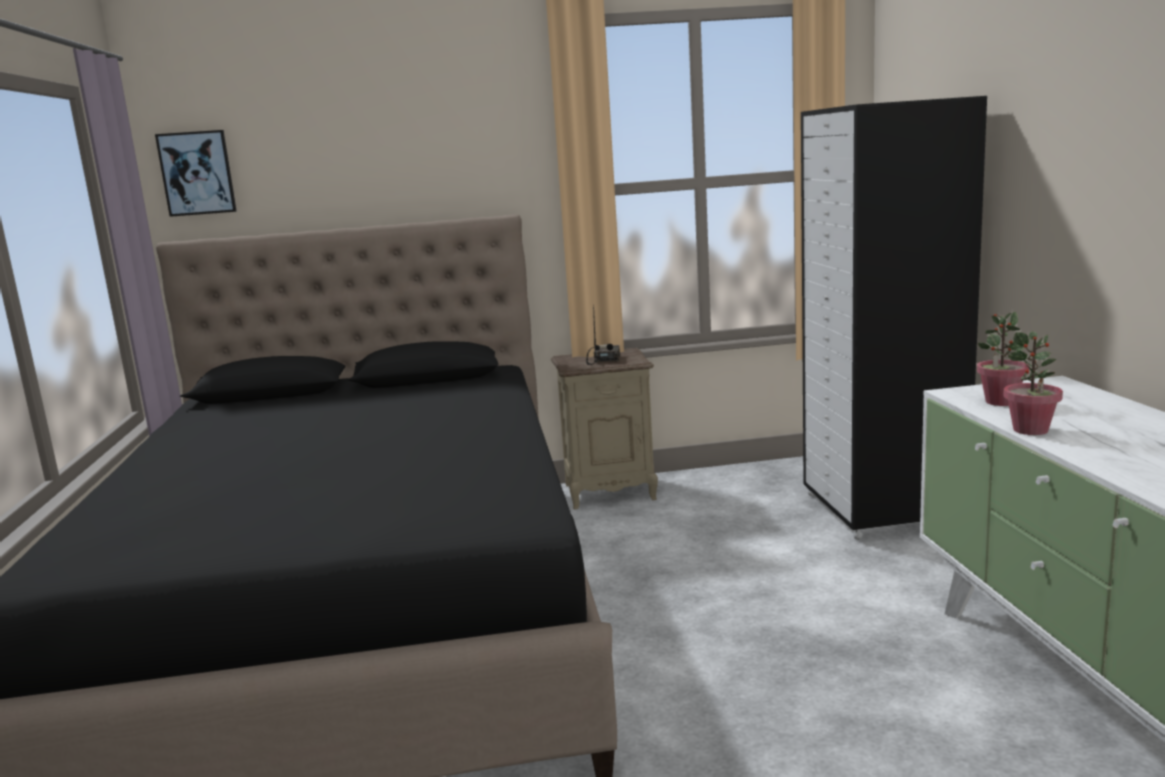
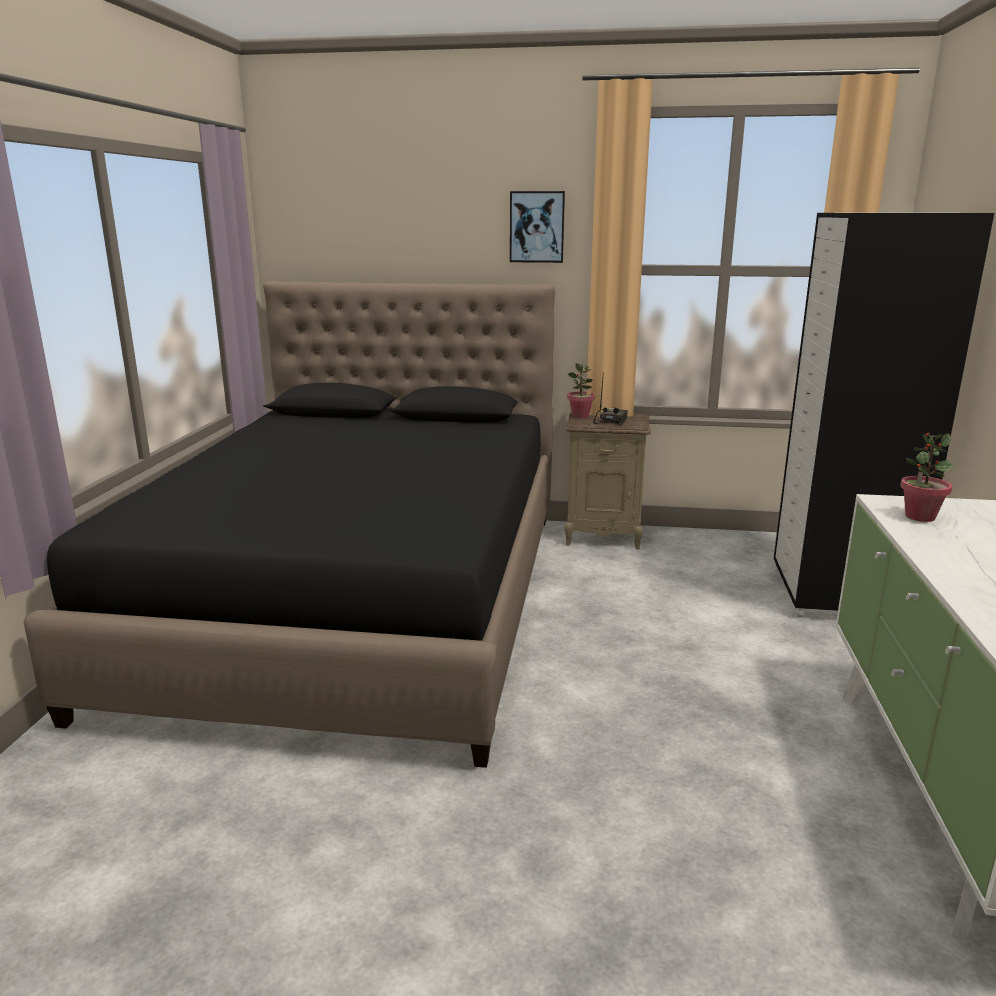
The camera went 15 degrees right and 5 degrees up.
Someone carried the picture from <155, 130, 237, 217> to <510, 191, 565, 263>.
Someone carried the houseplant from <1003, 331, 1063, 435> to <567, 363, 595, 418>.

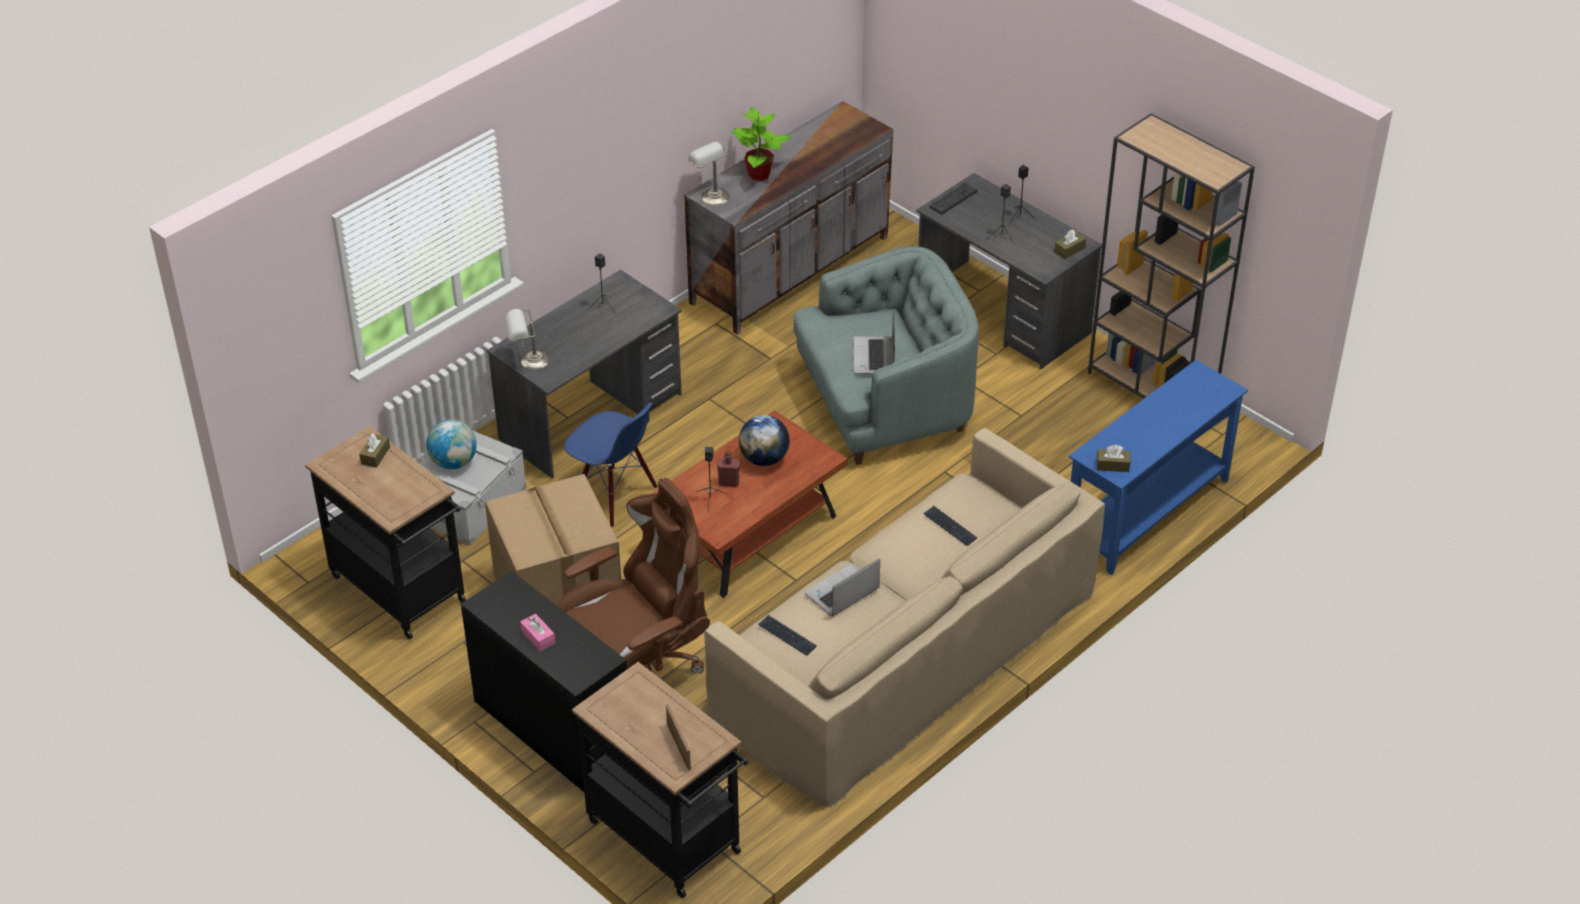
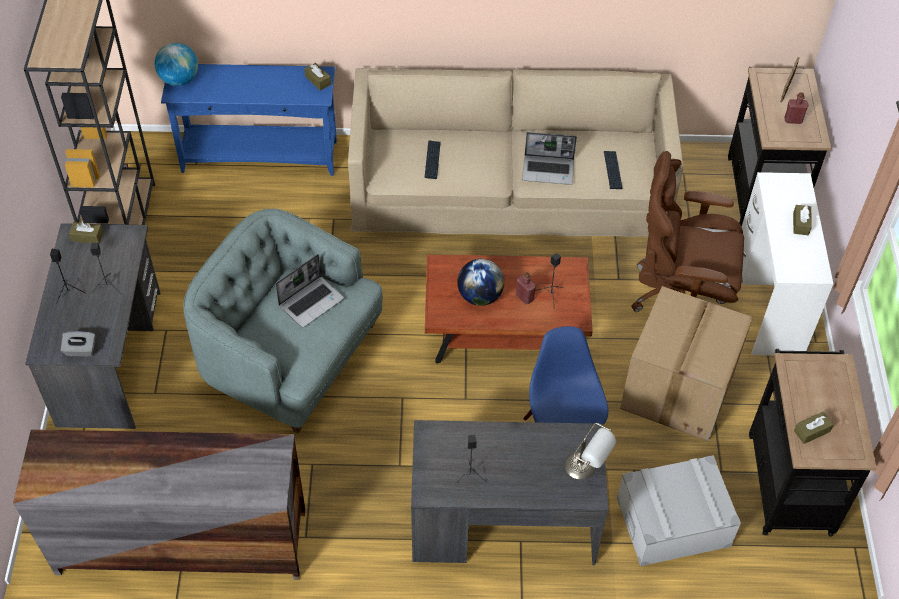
The camera went 135 degrees left and 10 degrees up.
Someone took away the houseplant at <731, 107, 792, 181>.
Someone took away the table lamp in whitish at <688, 142, 730, 205>.
Someone swapped the computer keyboard at <929, 183, 978, 215> for the box of tissues in greyish at <61, 331, 95, 357>.
Someone carried the world globe from <426, 420, 477, 470> to <155, 43, 198, 86>.
Someone repainted the desk in black at <461, 571, 627, 792>, which became the desk in whitish at <742, 172, 833, 355>.
Someone repainted the box of tissues in pink at <520, 614, 555, 652>, which became the box of tissues in brown at <793, 205, 812, 236>.
Someone put down the bottle in reddish at <785, 92, 809, 124>.

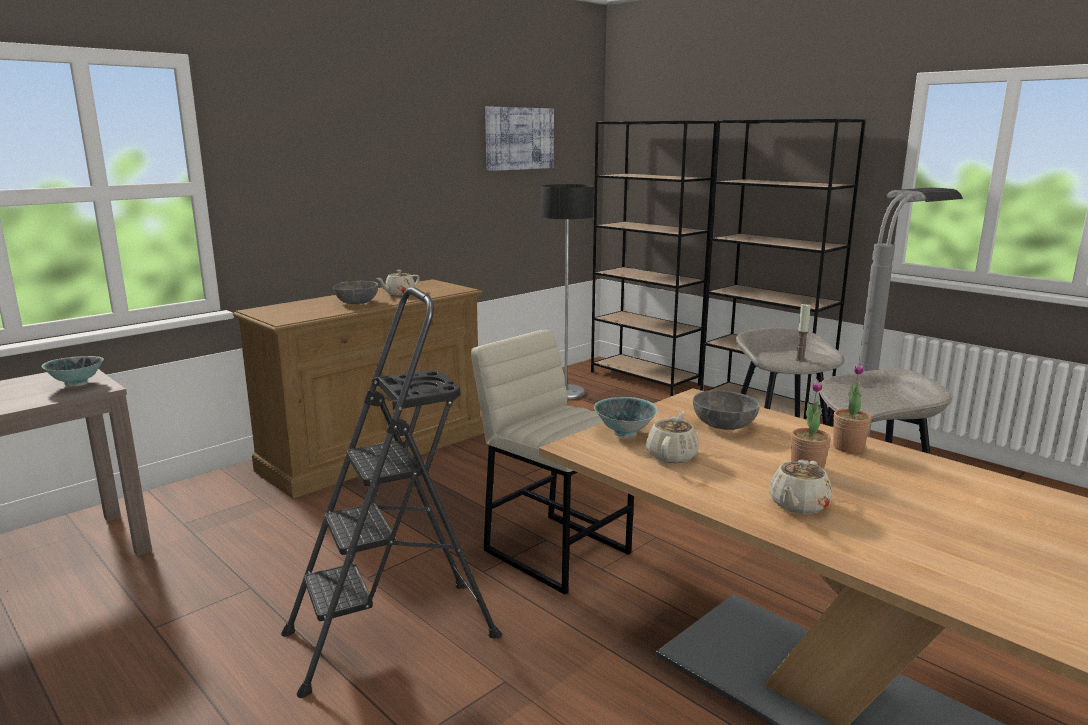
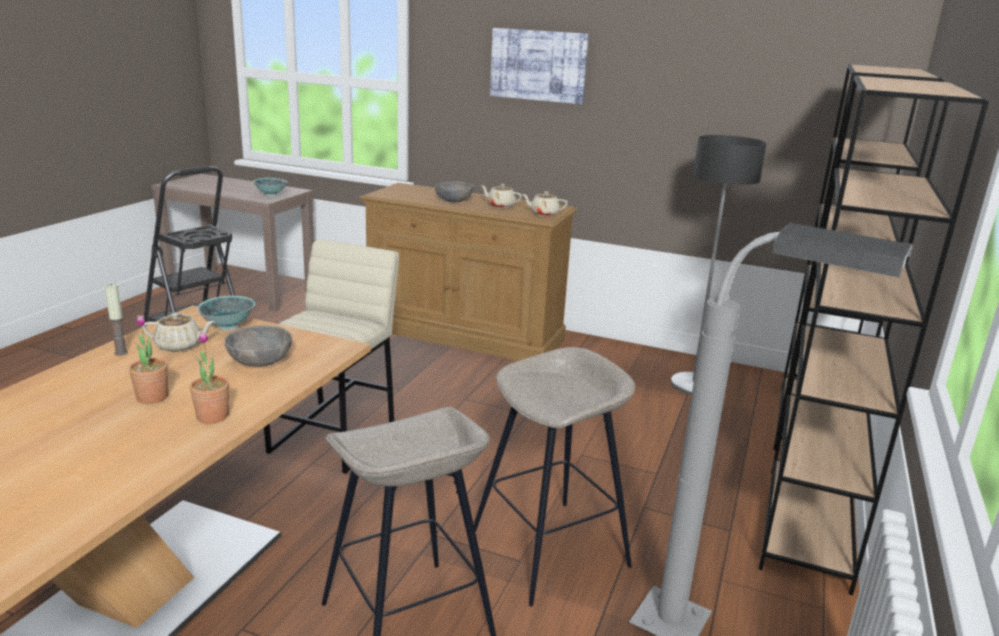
The camera went 65 degrees right and 5 degrees up.
Someone carried the picture from <485, 107, 554, 171> to <490, 28, 589, 104>.
Someone carried the wax candle from <795, 304, 811, 361> to <105, 283, 128, 356>.
Someone carried the teapot in beige from <769, 460, 832, 514> to <522, 191, 568, 216>.

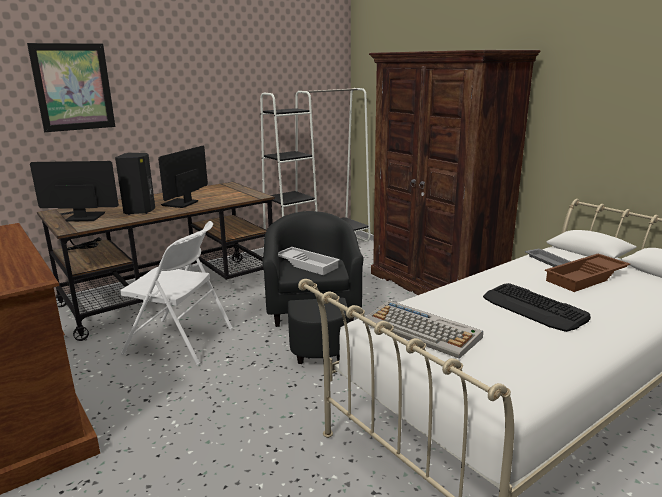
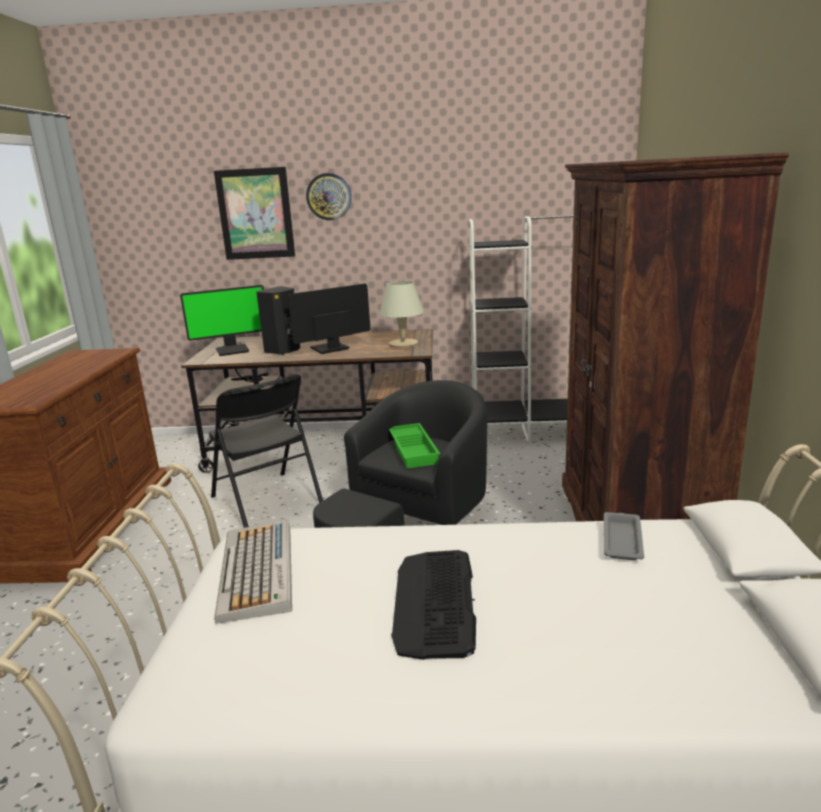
The camera went 40 degrees right and 0 degrees up.
Someone rotated the computer screen at <30, 161, 119, 222> by 120 degrees clockwise.
Someone repainted the chair in whitish at <120, 221, 233, 366>, which became the chair in black at <209, 374, 323, 528>.
Someone repainted the carrying tray in whitish at <278, 247, 340, 275>, which became the carrying tray in green at <389, 423, 440, 468>.
Someone took away the carrying tray in brown at <545, 254, 630, 292>.
Someone put up the hanging clock at <306, 173, 351, 220>.
Someone put down the table lamp in beige at <379, 281, 424, 348>.

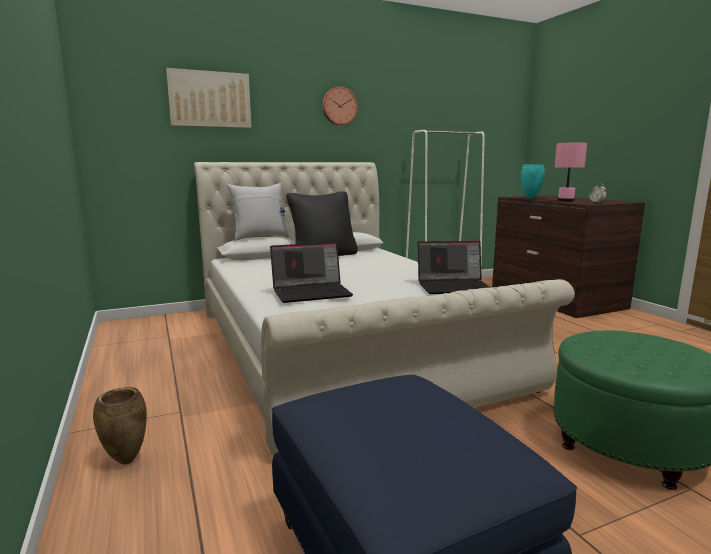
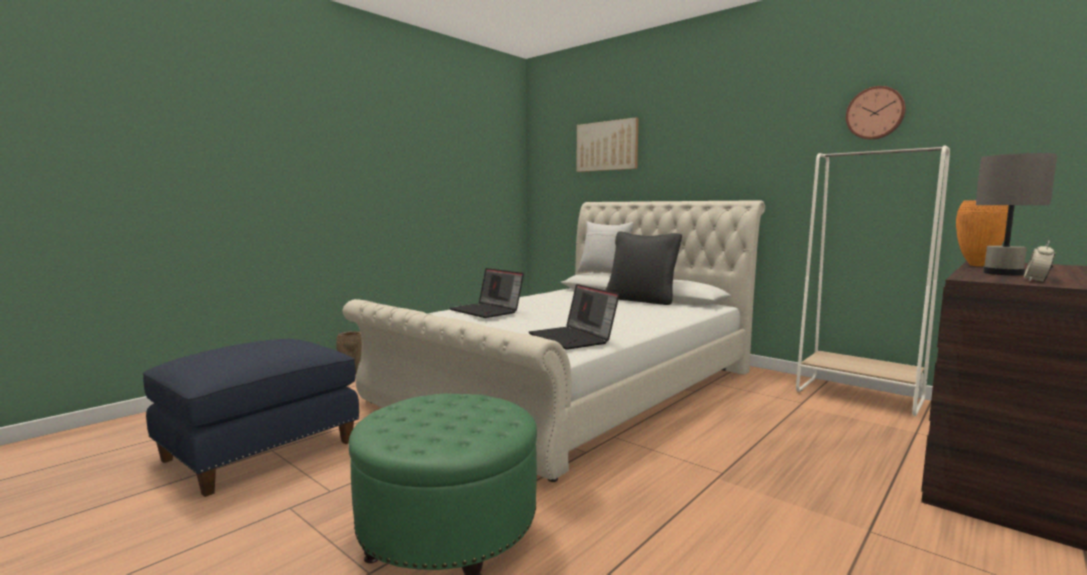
The camera went 65 degrees right and 5 degrees down.
Someone carried the hanging clock from <322, 87, 358, 125> to <846, 86, 906, 140>.
Someone repainted the table lamp in pink at <555, 143, 587, 202>, which became the table lamp in greyish at <976, 153, 1057, 276>.
Someone repainted the flower vase in blue-green at <521, 164, 545, 199>, which became the flower vase in orange at <956, 200, 1009, 266>.

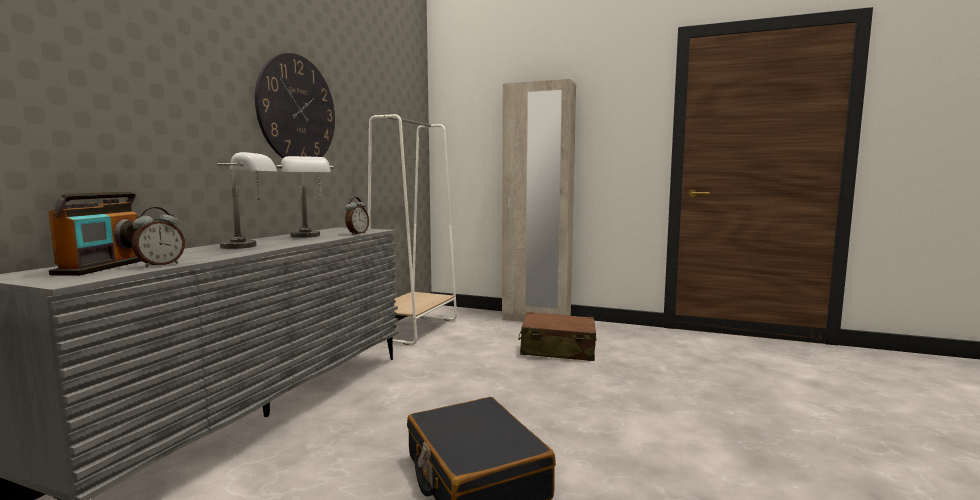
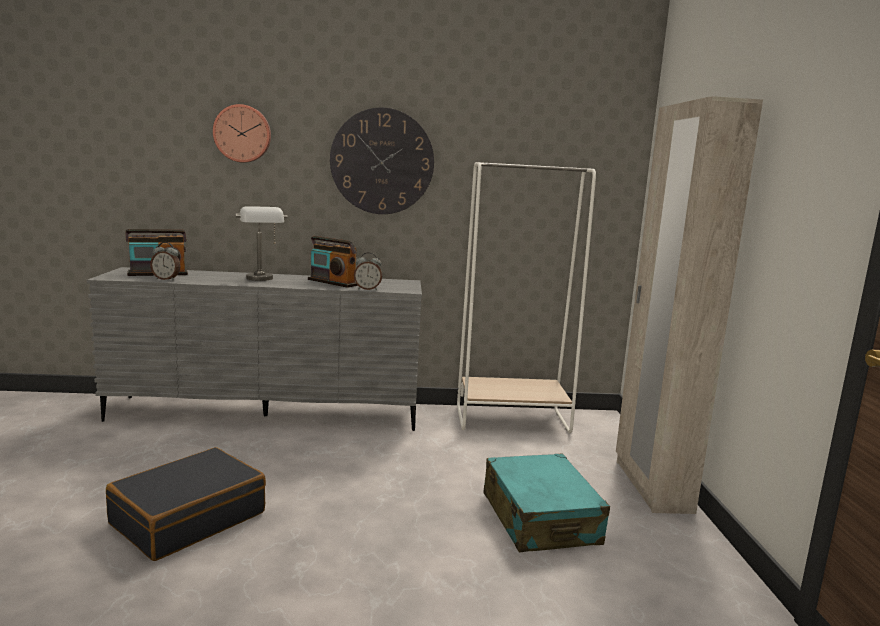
The camera went 65 degrees right and 5 degrees up.
Someone swapped the table lamp in greyish at <276, 156, 334, 238> for the radio receiver at <308, 236, 358, 288>.
Someone repainted the piece of luggage in brown at <519, 312, 597, 361>, which became the piece of luggage in blue-green at <483, 454, 610, 552>.
Someone put up the hanging clock at <213, 104, 271, 163>.

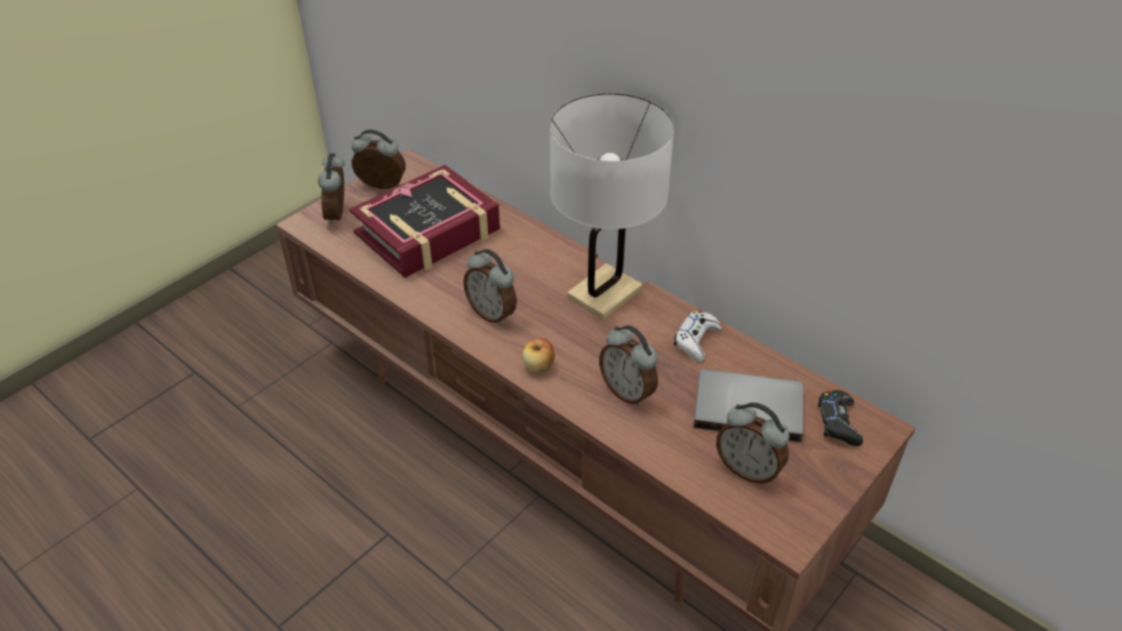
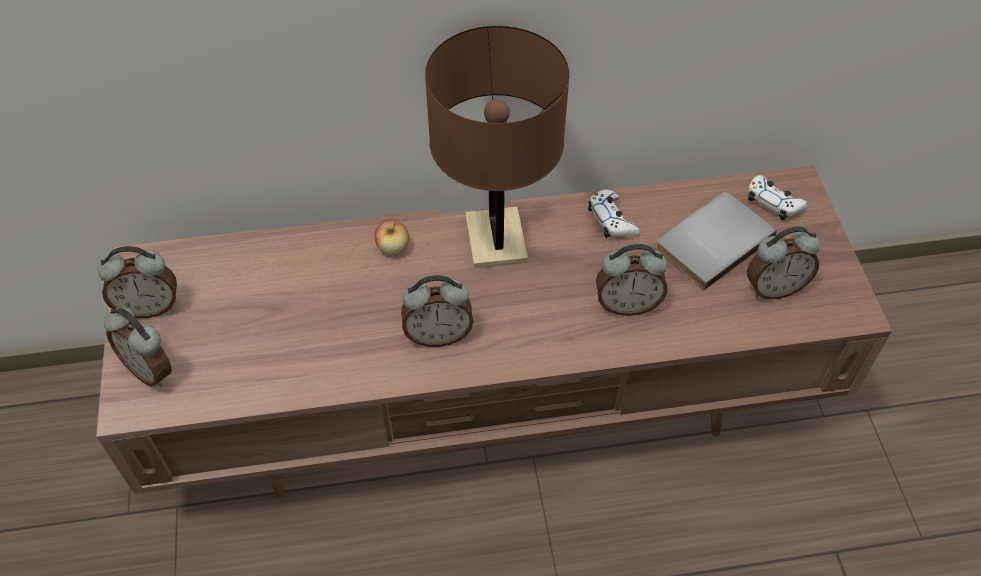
The camera went 50 degrees left and 10 degrees up.
Someone repainted the table lamp in whitish at <550, 93, 674, 320>, which became the table lamp in brown at <425, 26, 569, 268>.
Someone rotated the bedside clock at <351, 130, 406, 189> by 150 degrees counterclockwise.
Someone took away the volume at <350, 165, 500, 278>.
Someone carried the apple fruit from <522, 338, 555, 372> to <375, 219, 409, 255>.
Someone repainted the gamepad in black at <818, 390, 863, 446>, which became the gamepad in whitish at <748, 175, 807, 220>.

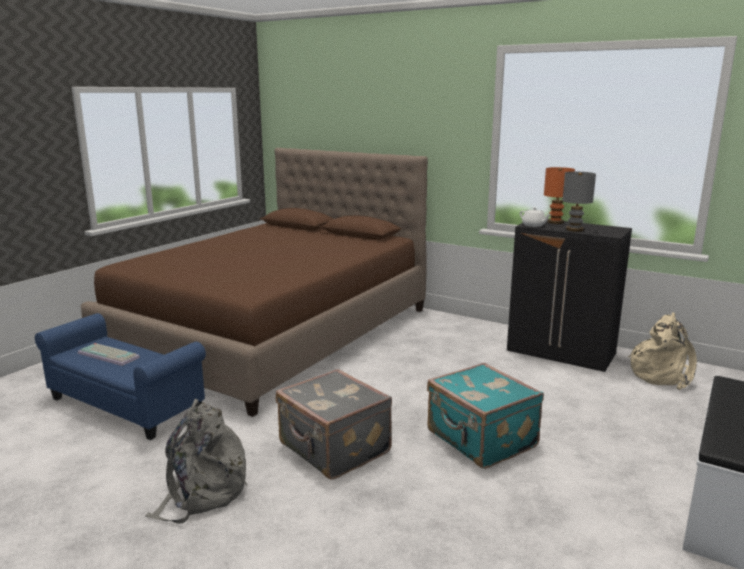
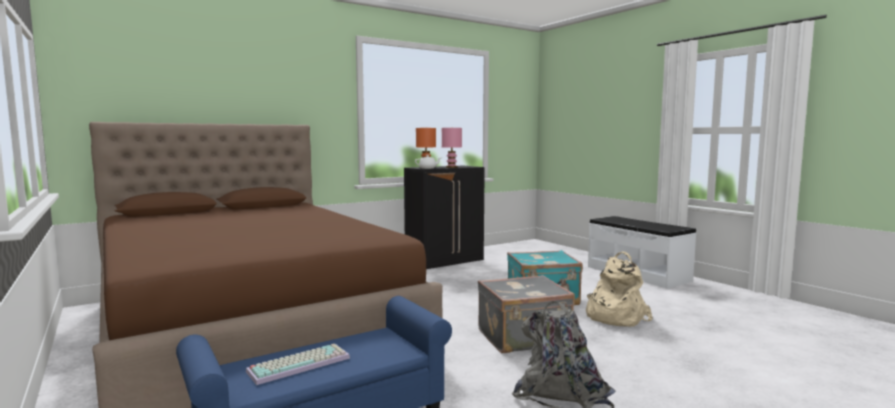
The camera went 65 degrees left and 10 degrees down.
Someone repainted the table lamp in greyish at <562, 172, 596, 232>, which became the table lamp in pink at <442, 128, 462, 168>.
Someone carried the rucksack in beige from <628, 312, 697, 390> to <586, 252, 653, 327>.

